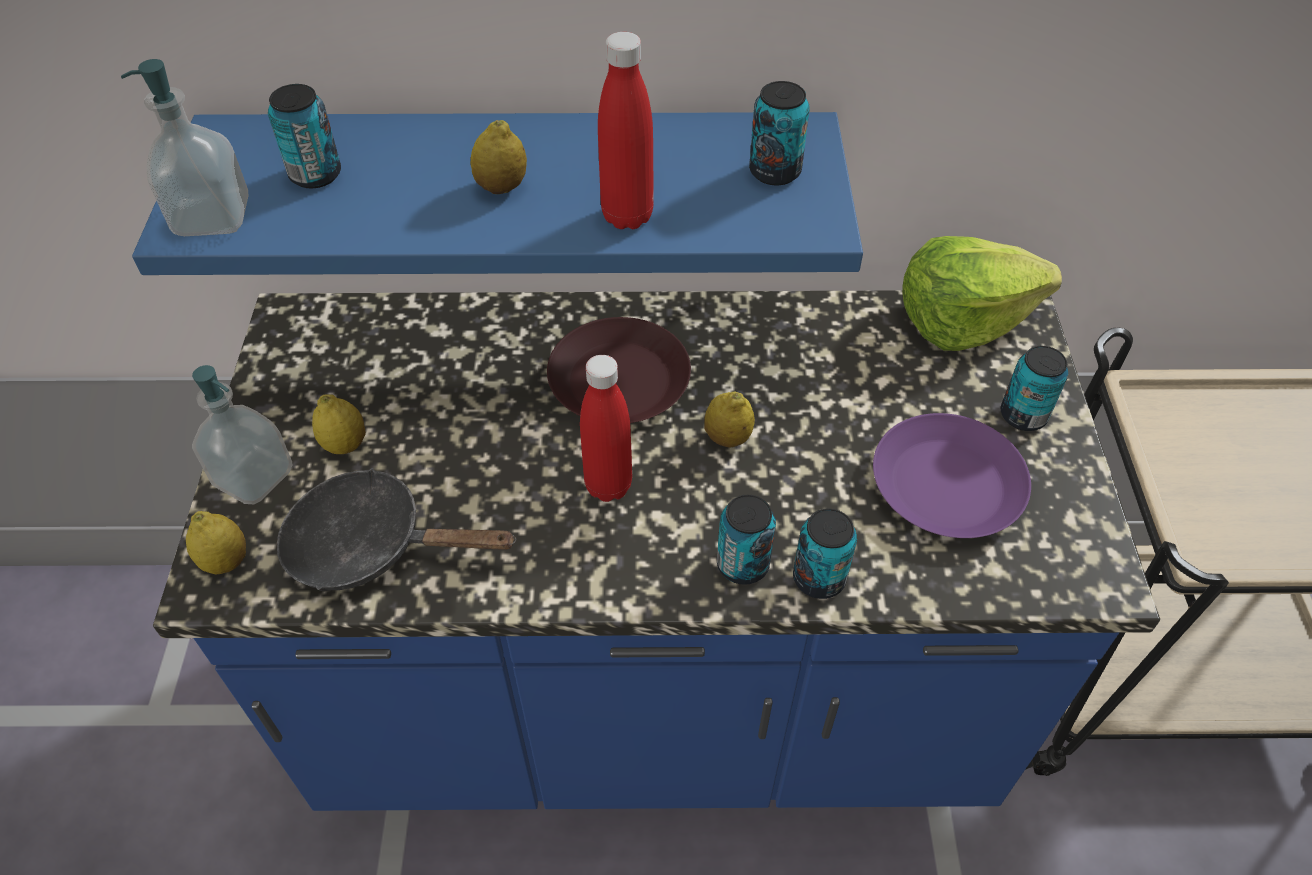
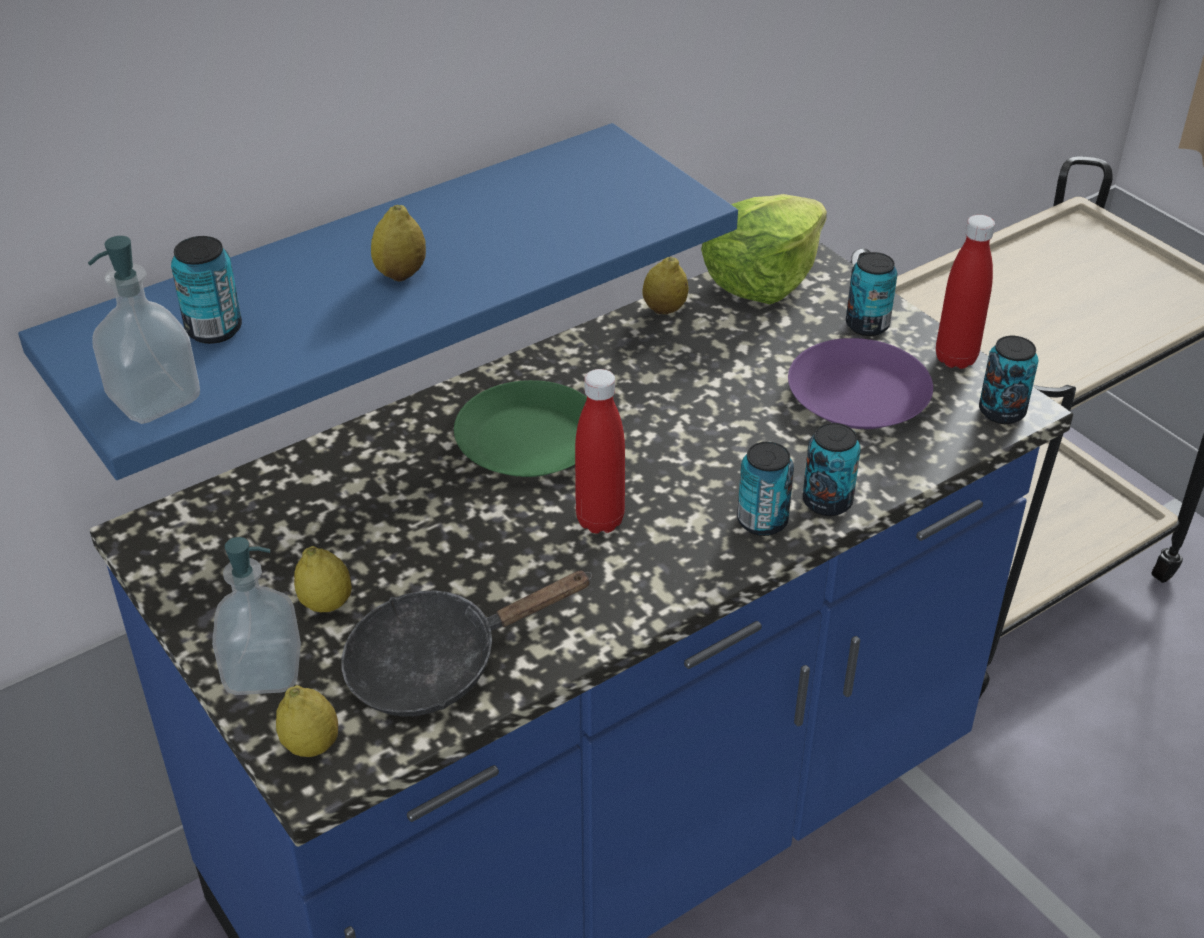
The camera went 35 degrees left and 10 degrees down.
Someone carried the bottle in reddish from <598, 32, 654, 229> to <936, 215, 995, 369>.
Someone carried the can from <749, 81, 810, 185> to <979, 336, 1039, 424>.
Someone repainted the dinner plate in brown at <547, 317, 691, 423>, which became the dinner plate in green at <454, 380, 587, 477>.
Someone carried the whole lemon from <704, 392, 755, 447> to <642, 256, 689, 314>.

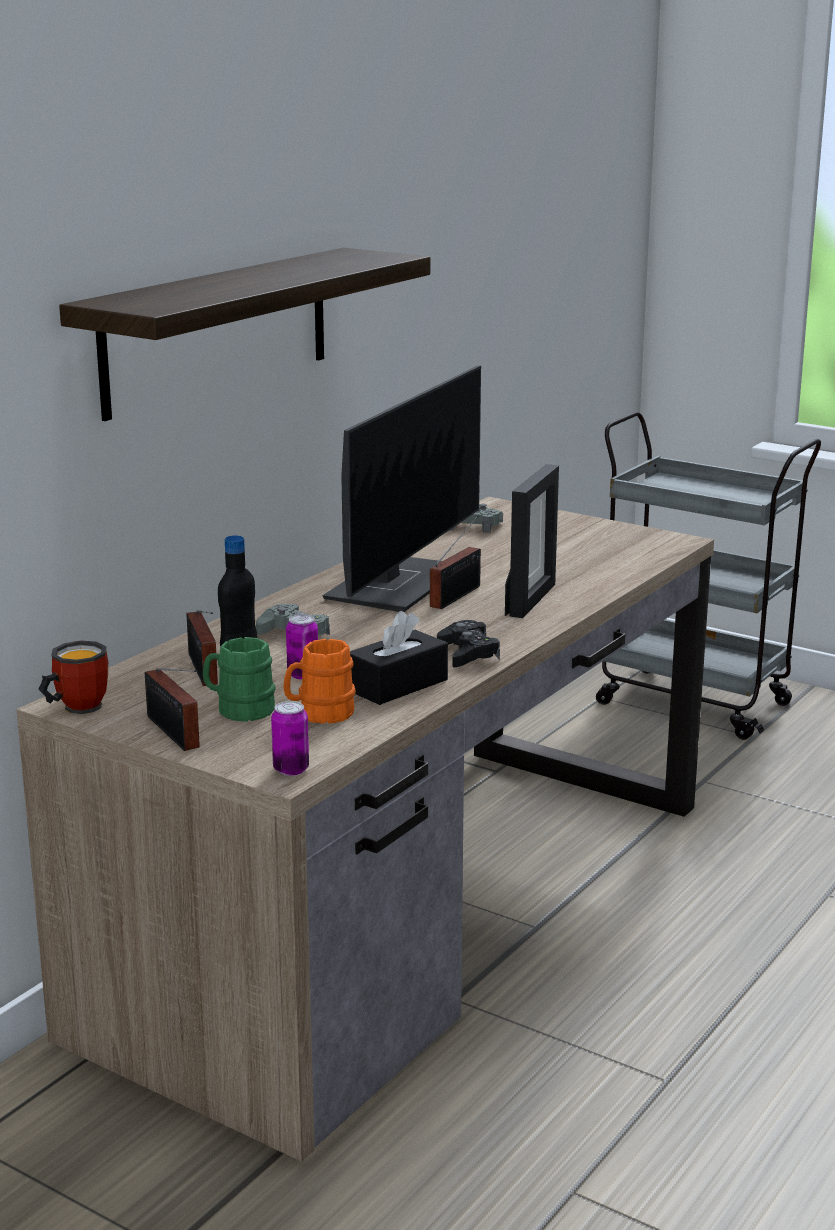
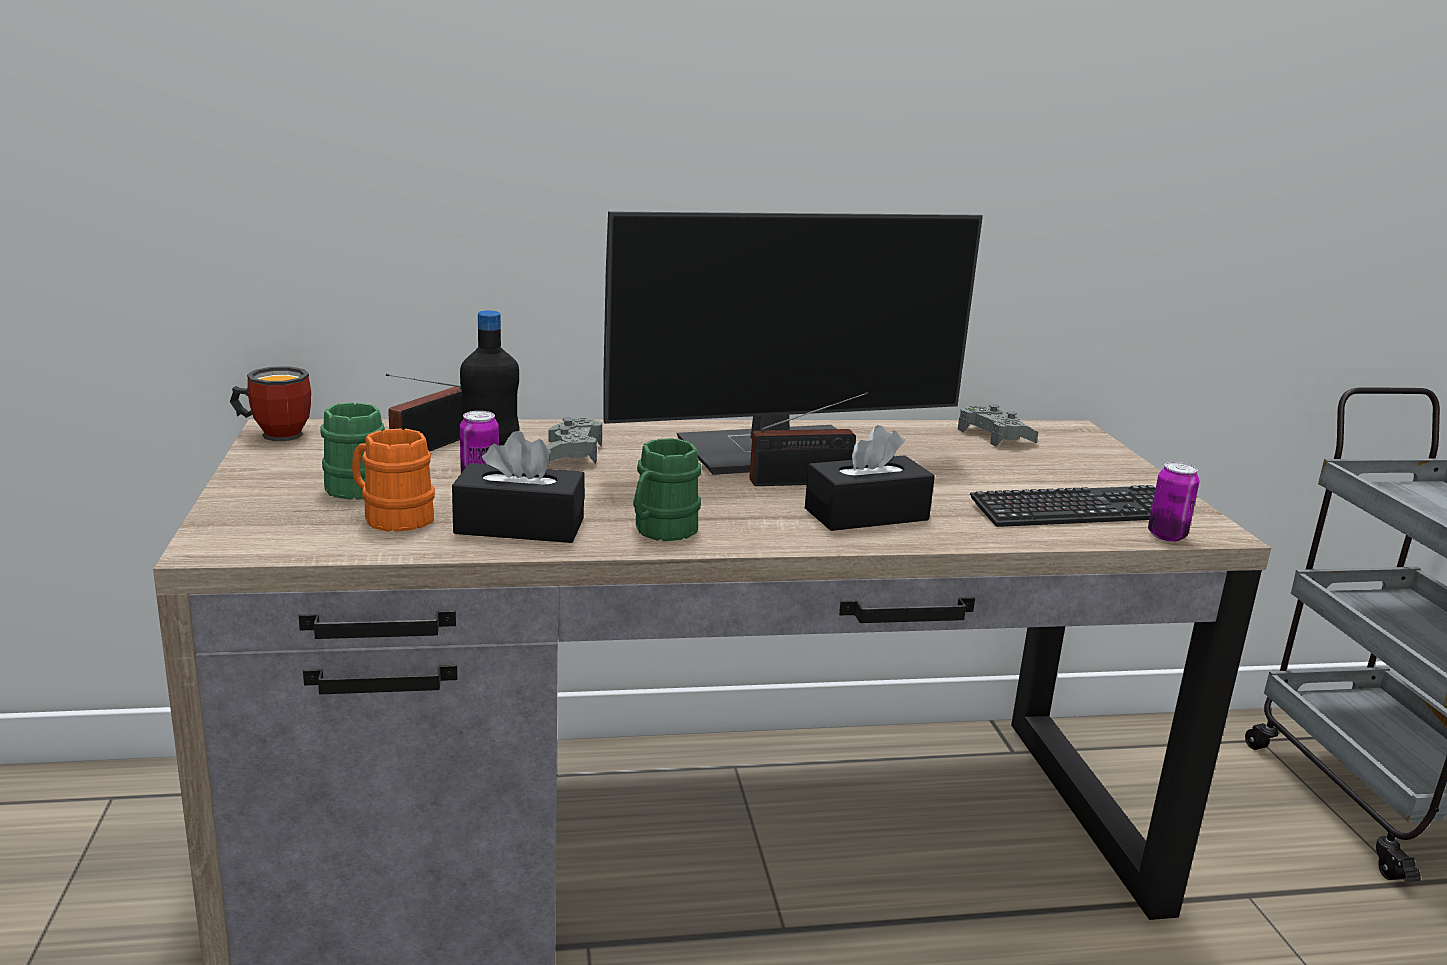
The camera went 45 degrees right and 0 degrees up.
Someone took away the wall shelf at <59, 248, 430, 421>.
Someone swapped the picture frame at <505, 464, 559, 618> for the box of tissues in black at <805, 425, 935, 531>.
Someone swapped the gamepad in black at <437, 620, 500, 668> for the mug in green at <633, 438, 701, 541>.
Someone took away the radio receiver at <145, 668, 200, 751>.
Someone carried the can from <271, 701, 309, 776> to <1148, 462, 1200, 542>.
Someone put down the computer keyboard at <970, 485, 1156, 527>.

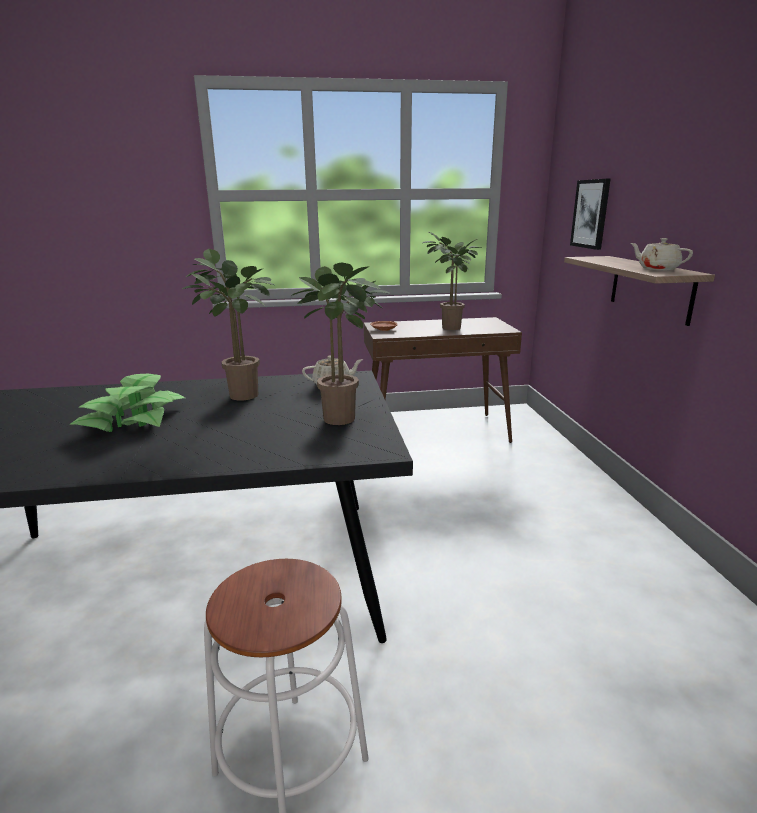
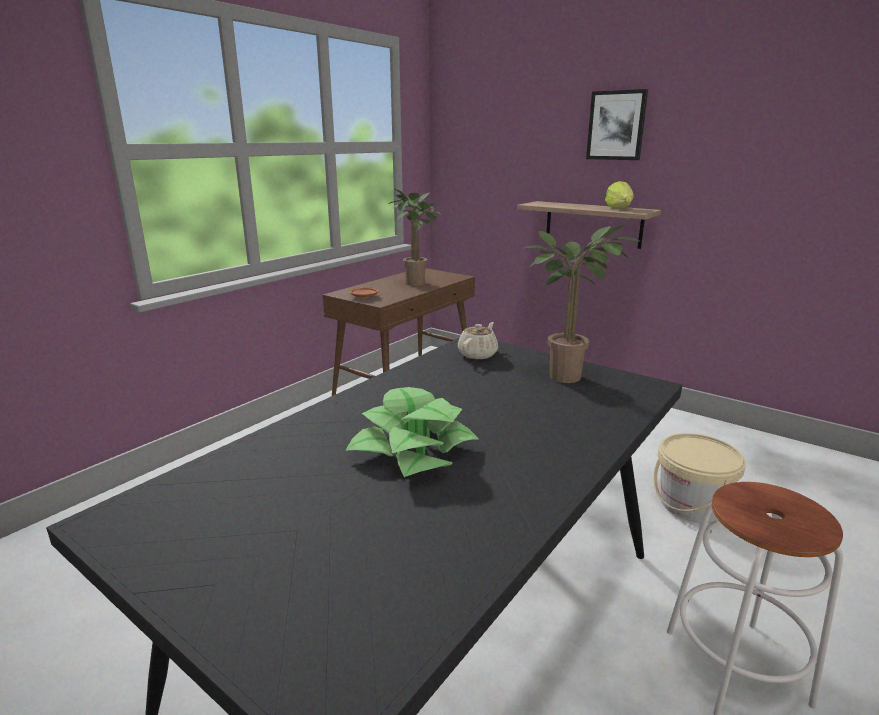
The camera went 45 degrees left and 0 degrees up.
Someone carried the picture from <570, 179, 611, 250> to <586, 89, 648, 160>.
Someone swapped the teapot in beige at <631, 238, 693, 270> for the lettuce at <605, 181, 634, 209>.
Someone took away the houseplant at <182, 249, 276, 401>.
Someone put down the pail in beige at <654, 433, 746, 522>.

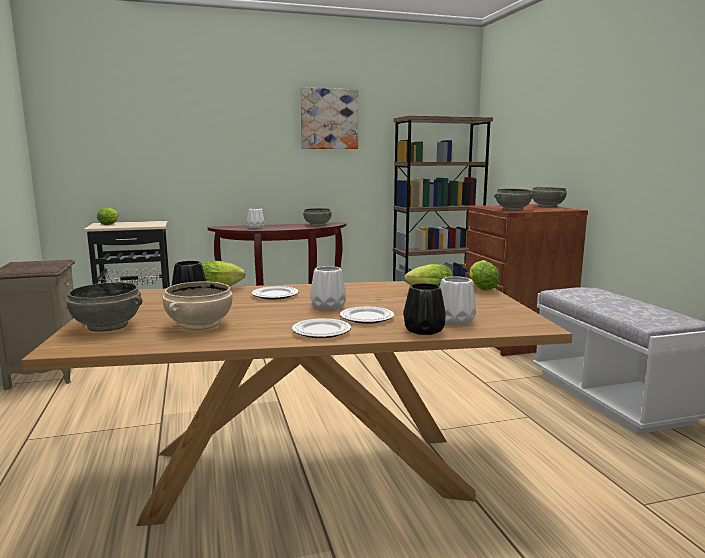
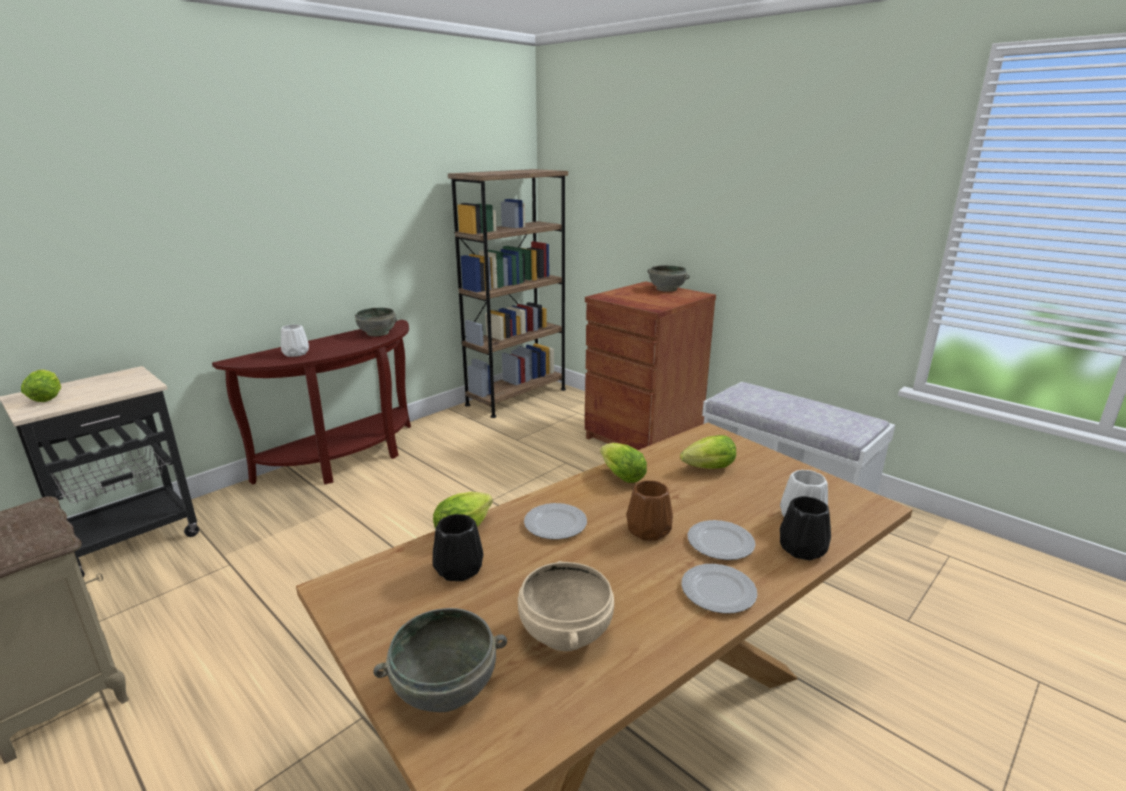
The camera went 30 degrees left and 10 degrees up.
Someone took away the picture at <300, 87, 358, 149>.
Someone took away the deep dish in greyish at <494, 189, 533, 211>.
Someone carried the lettuce from <470, 260, 499, 291> to <600, 443, 647, 483>.
Someone repainted the flower vase in whitish at <310, 266, 346, 310>, which became the flower vase in brown at <626, 480, 673, 541>.

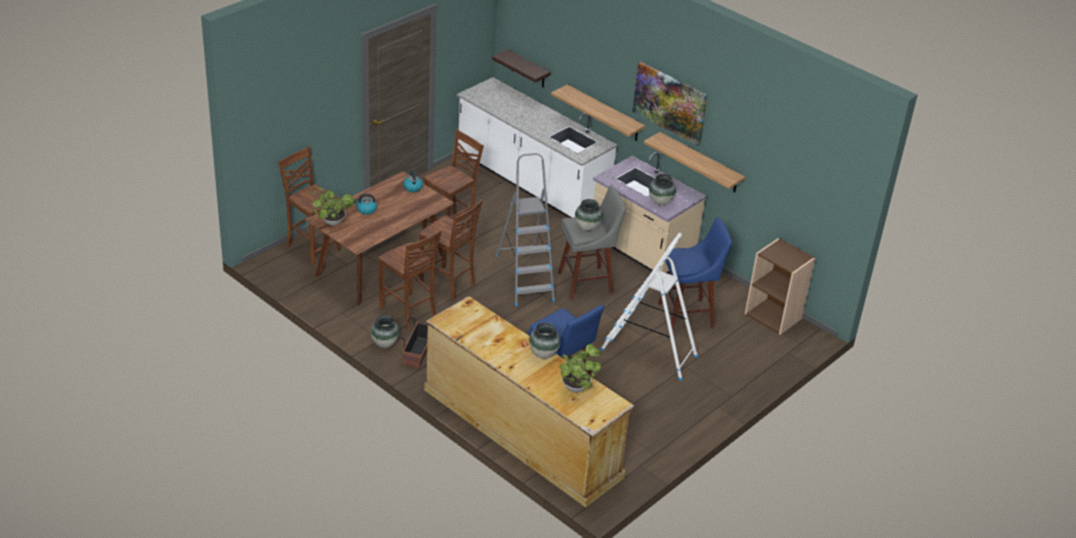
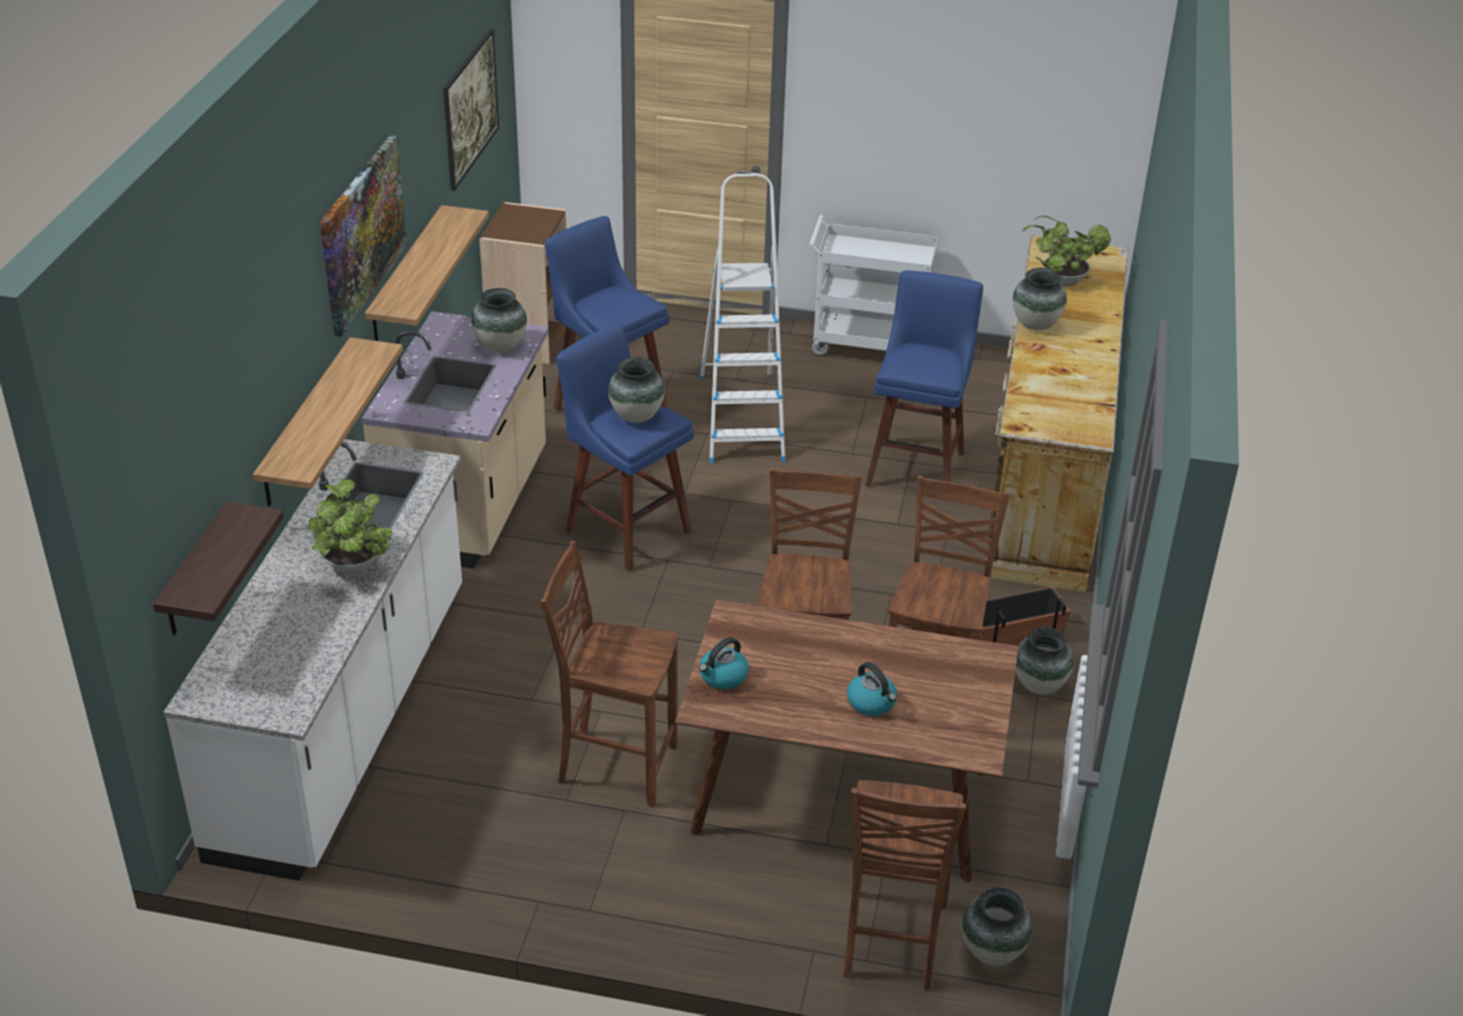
The camera went 120 degrees left and 0 degrees up.
Someone took away the stepladder in greyish at <496, 153, 555, 306>.
Someone repainted the stool in greyish at <558, 186, 626, 300>, which became the stool in bluish at <556, 323, 694, 571>.
Someone carried the houseplant from <309, 187, 354, 226> to <309, 479, 392, 575>.
Someone put up the picture at <443, 29, 499, 191>.
Someone put down the wheeled cart in whitish at <809, 215, 938, 355>.
Someone put down the flower vase at <962, 887, 1032, 966>.

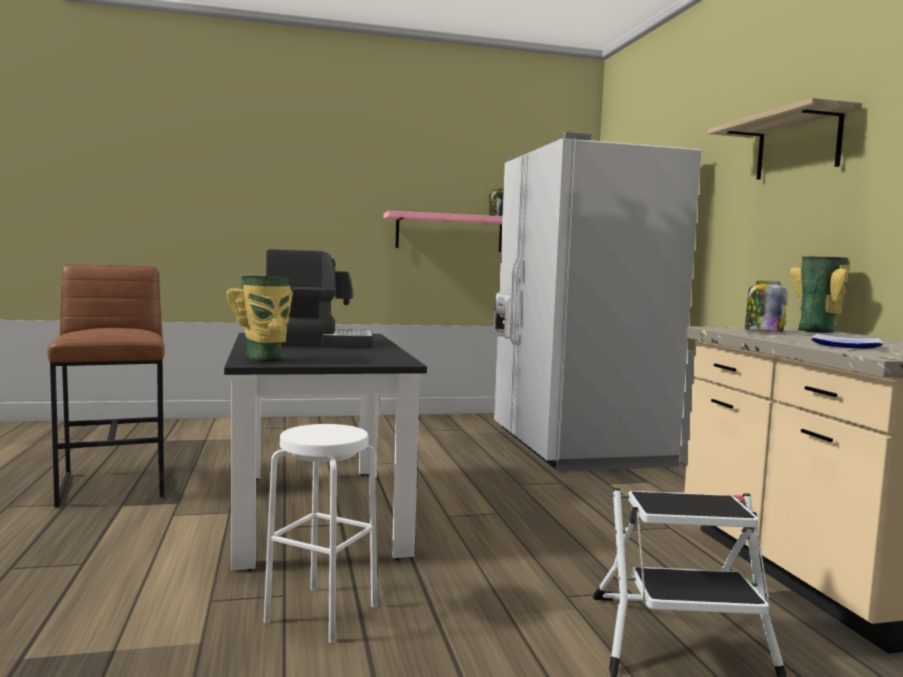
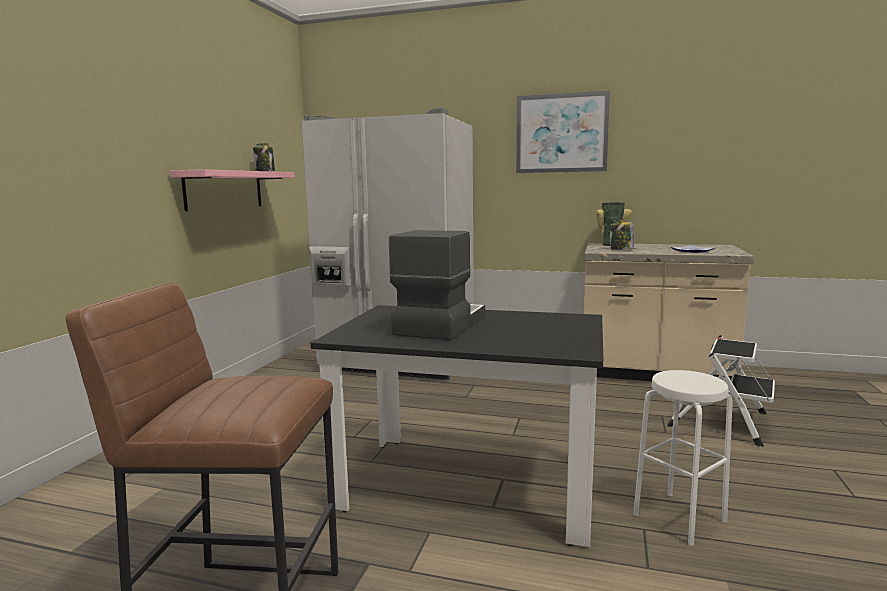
The camera went 60 degrees left and 5 degrees up.
Someone swapped the wall shelf at <708, 98, 862, 180> for the picture at <516, 90, 610, 173>.
Someone took away the flower vase at <226, 276, 293, 362>.

